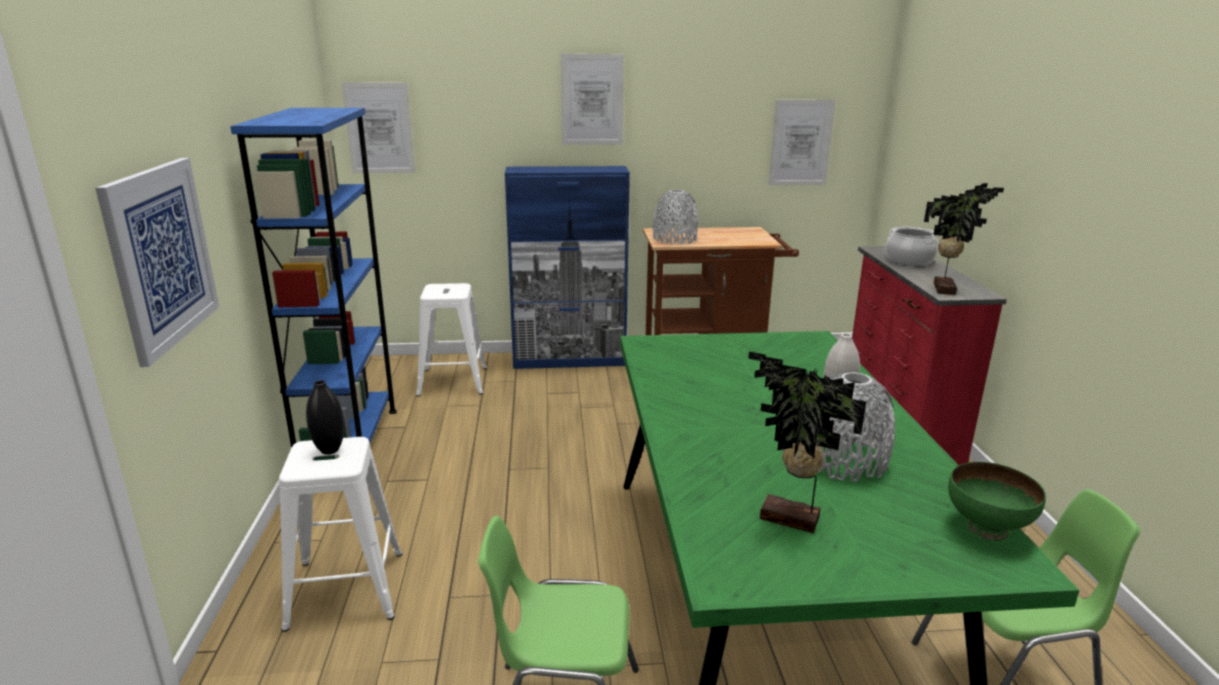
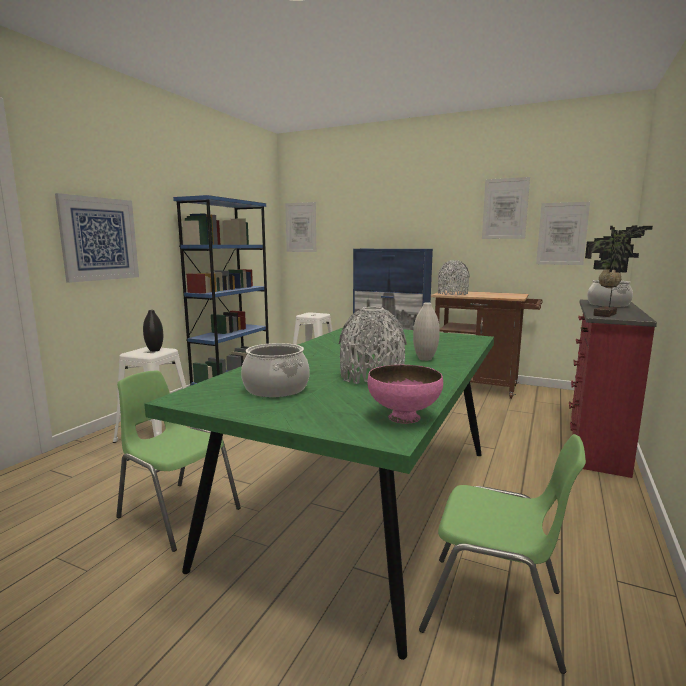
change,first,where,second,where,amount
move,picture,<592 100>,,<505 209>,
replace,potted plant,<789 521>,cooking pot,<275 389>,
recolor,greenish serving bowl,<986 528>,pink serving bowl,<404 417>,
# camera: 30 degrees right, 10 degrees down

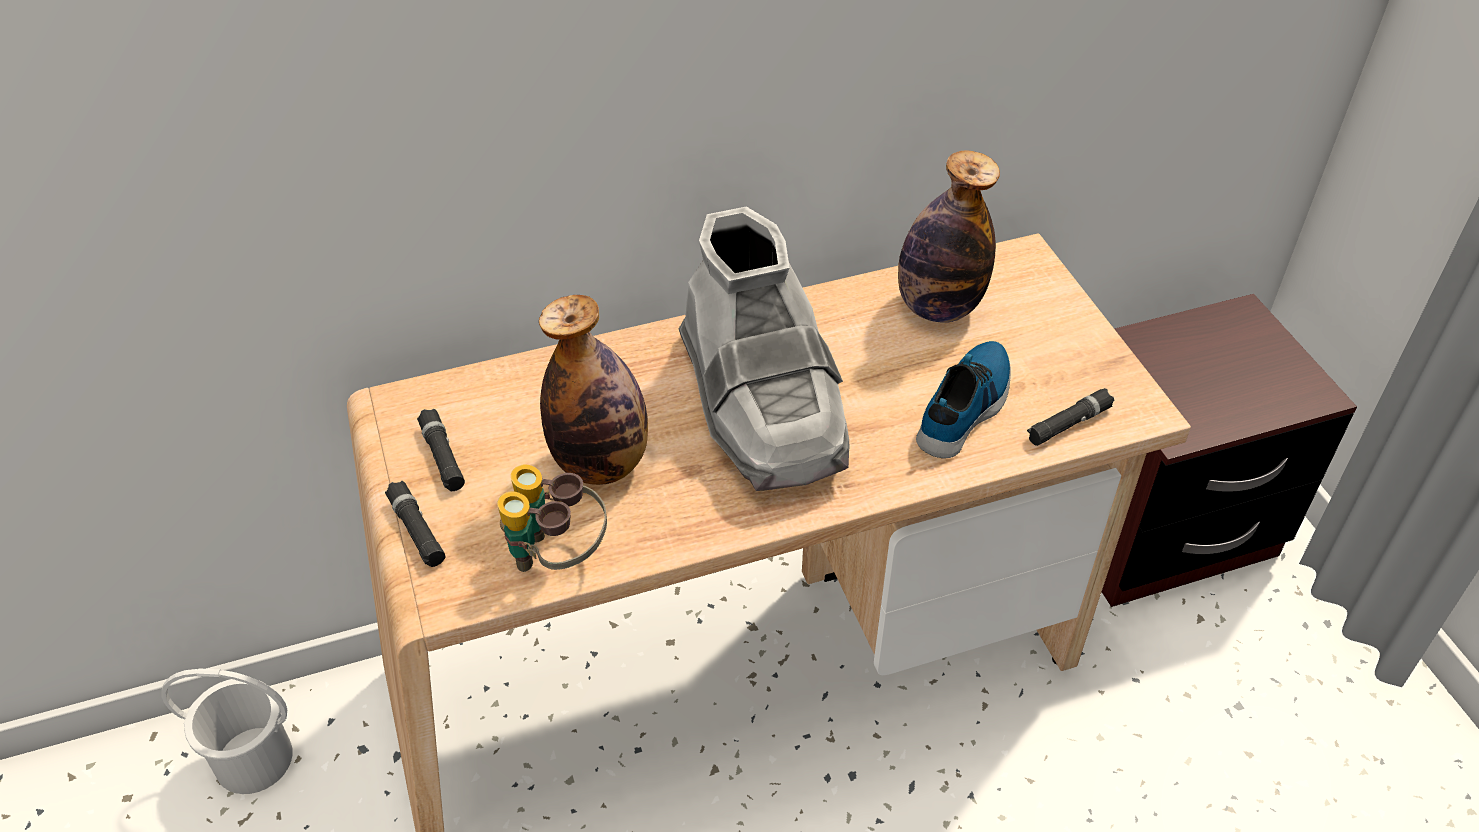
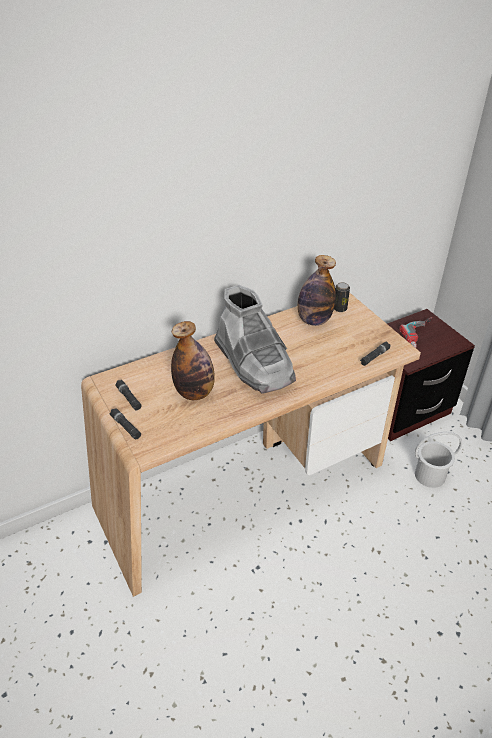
change,first,where,second,where,amount
delete,item of footwear,<966 406>,,,
delete,field glasses,<556 557>,,,
move,white-coloured bucket,<254 761>,,<430 476>,
insert,,,metal can,<340 308>,
insert,,,electric drill,<421 335>,
# camera: 10 degrees left, 5 degrees down

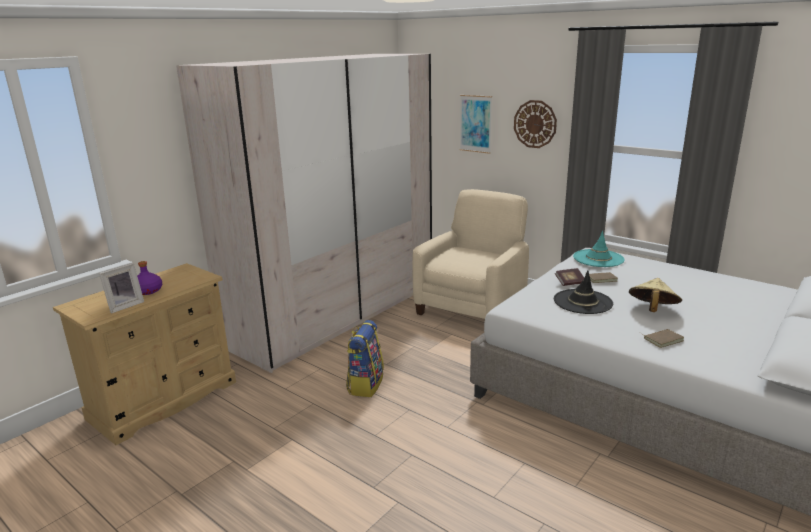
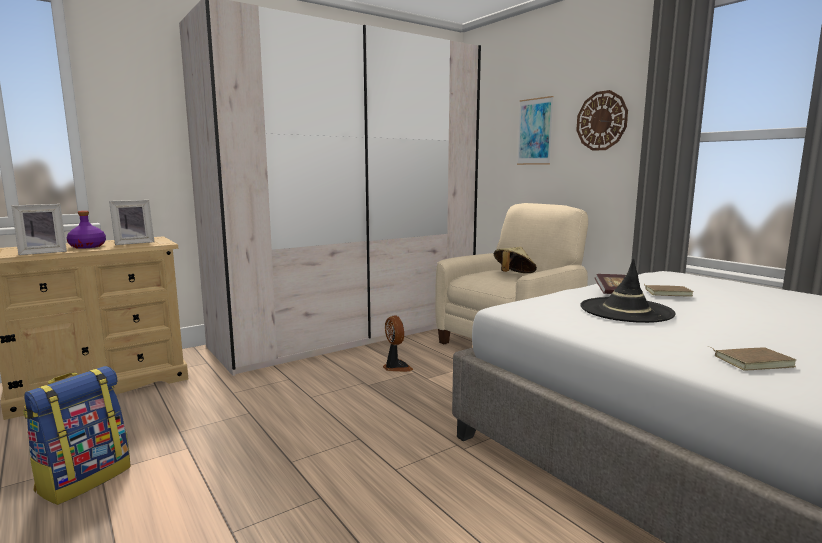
change,first,where,second,where,amount
delete,blue-green wearable hat,<598 258>,,,
move,beige wearable hat,<652 310>,,<513 275>,
move,rucksack,<365 384>,,<84 478>,
insert,,,photo frame,<134 243>,
insert,,,electric fan,<396 367>,
# camera: 15 degrees right, 10 degrees down

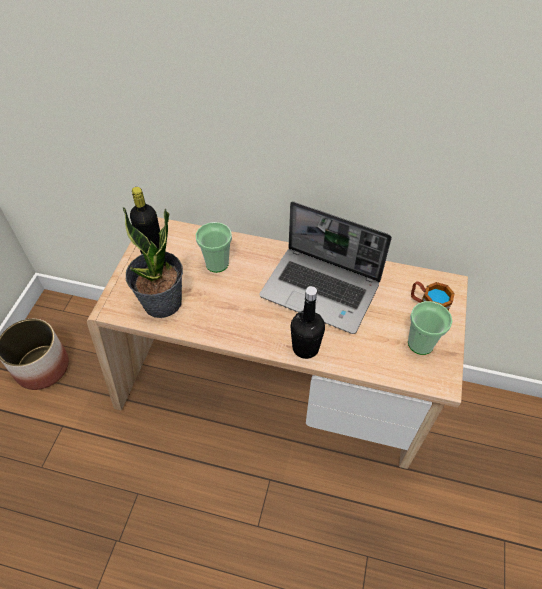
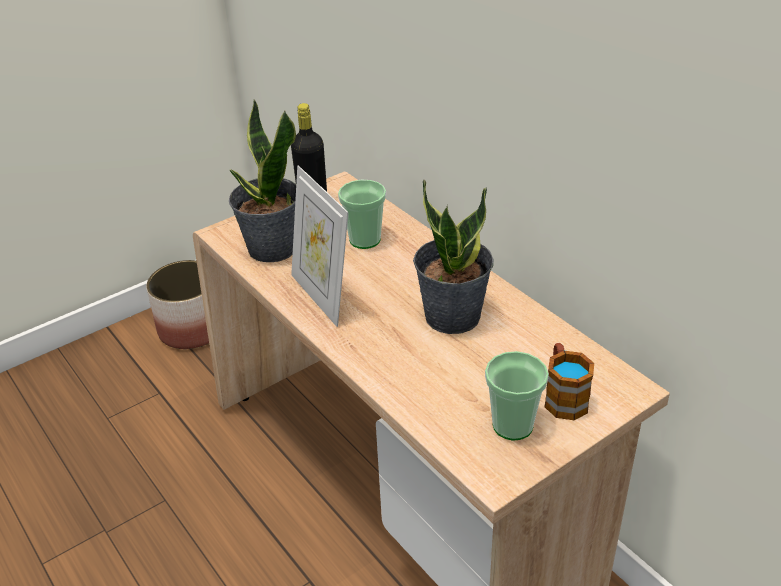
change,first,where,second,where,amount
replace,portable computer,<322 290>,potted plant,<452 315>,
delete,blackish bottle,<305 347>,,,
insert,,,photo frame,<322 296>,
# camera: 40 degrees right, 15 degrees down

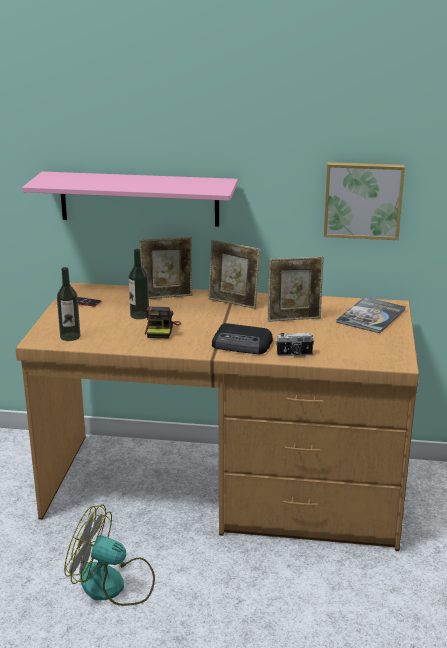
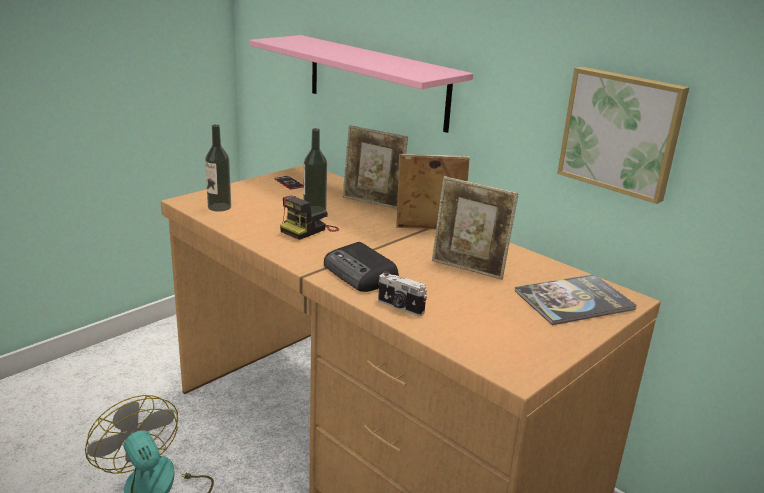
change,first,where,second,where,amount
rotate,photo frame,<233 303>,,<428 230>,120 degrees clockwise
# camera: 35 degrees right, 0 degrees up

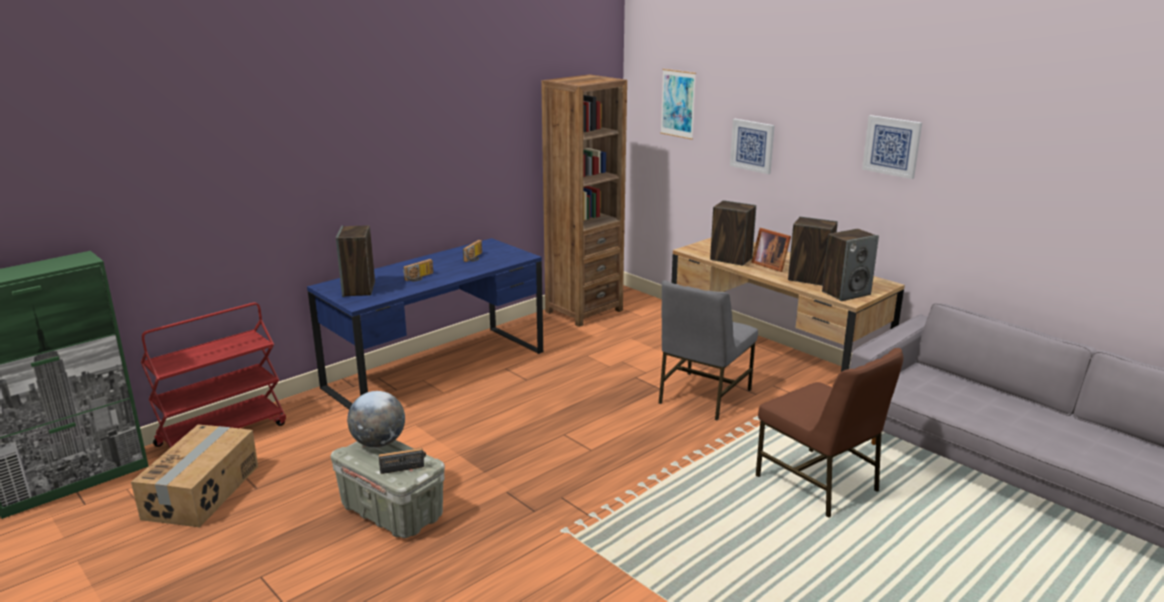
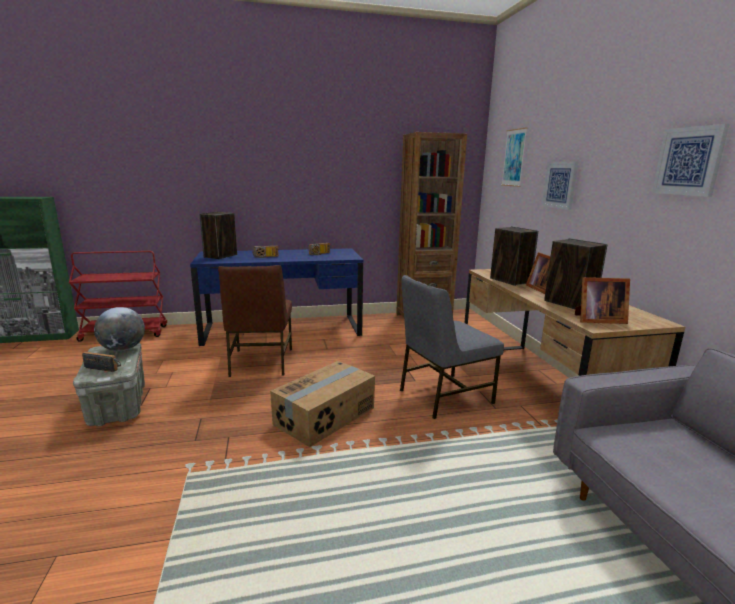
change,first,where,second,where,amount
replace,speaker,<846 293>,photo frame,<597 320>,
move,brown chair,<819 483>,,<260 362>,
move,carton,<203 492>,,<325 416>,
# camera: 30 degrees right, 5 degrees down

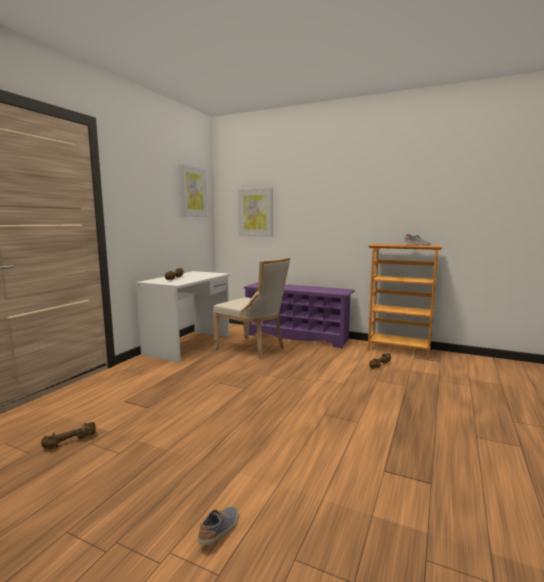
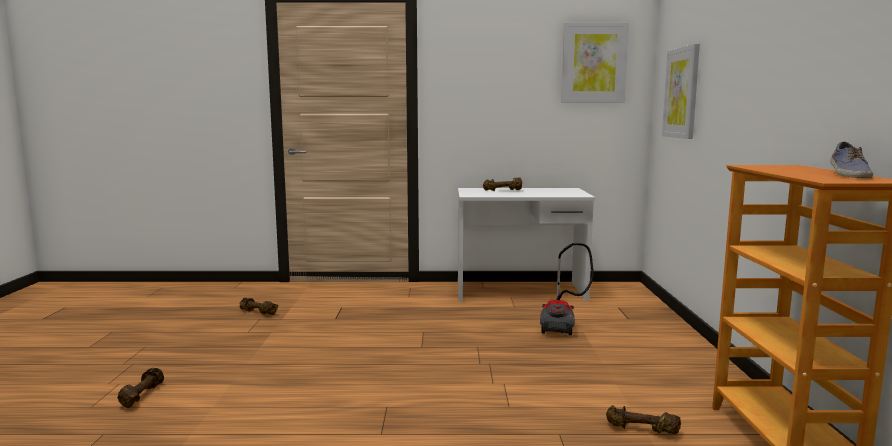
change,first,where,second,where,amount
replace,beige chair,<253 349>,hoover,<561 324>,
delete,purple shoe stand,<297 336>,,,
replace,item of footwear,<220 531>,brown dumbbell,<141 395>,
# camera: 65 degrees right, 0 degrees up

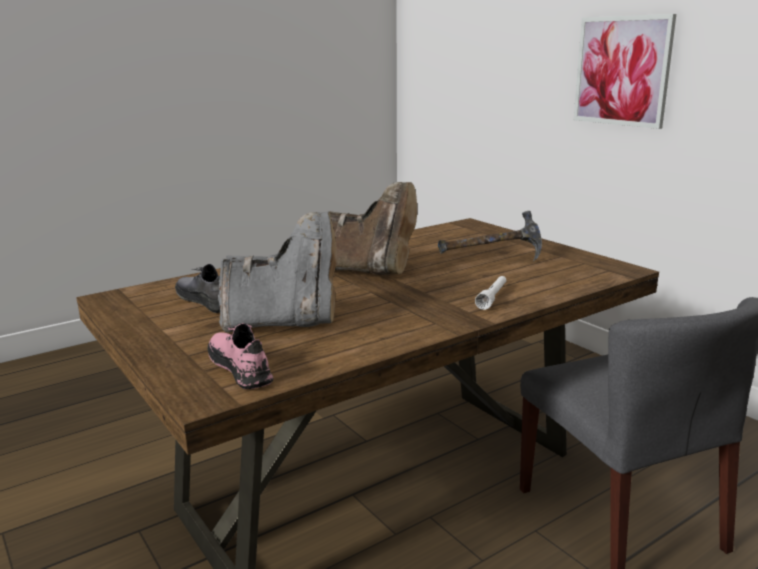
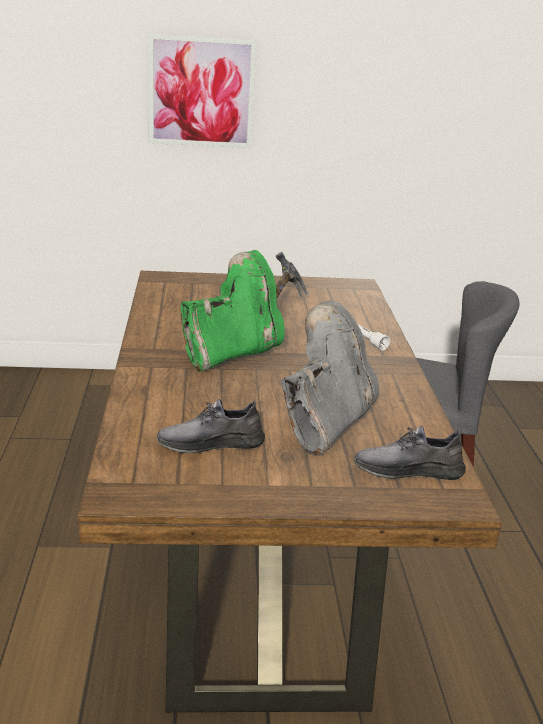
change,first,where,second,where,amount
recolor,brown high-top boot,<368 271>,greenish high-top boot,<232 354>,
recolor,pink item of footwear,<240 367>,grey item of footwear,<408 470>,
# camera: 60 degrees left, 5 degrees up

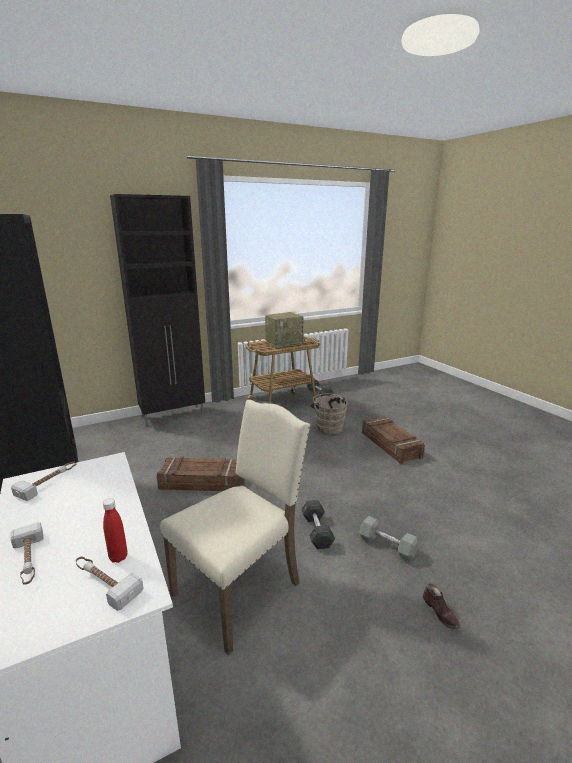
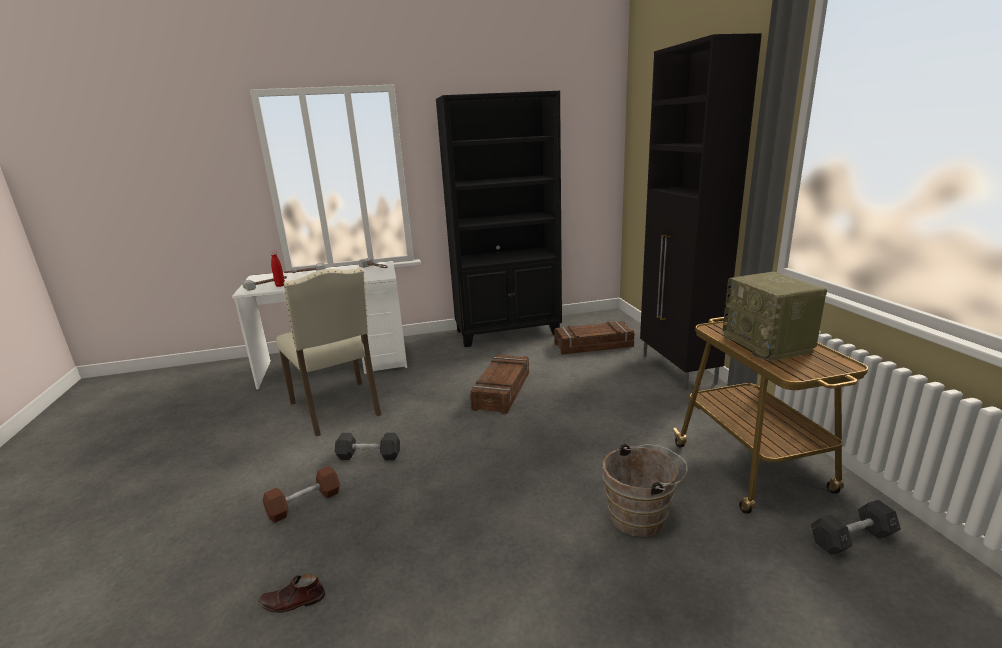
change,first,where,second,where,amount
move,packing crate,<391 445>,,<593 345>,
recolor,grey dumbbell,<387 546>,brown dumbbell,<304 503>,
move,brown item of footwear,<441 612>,,<293 602>,
# camera: 105 degrees right, 0 degrees up

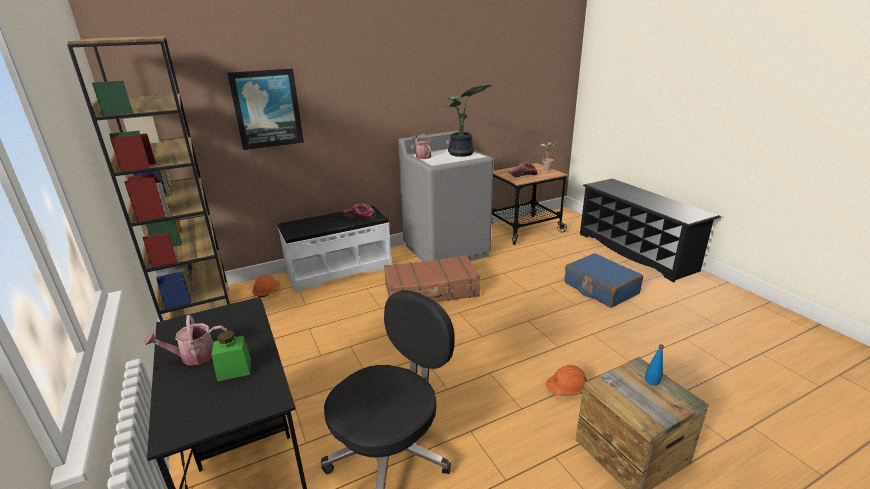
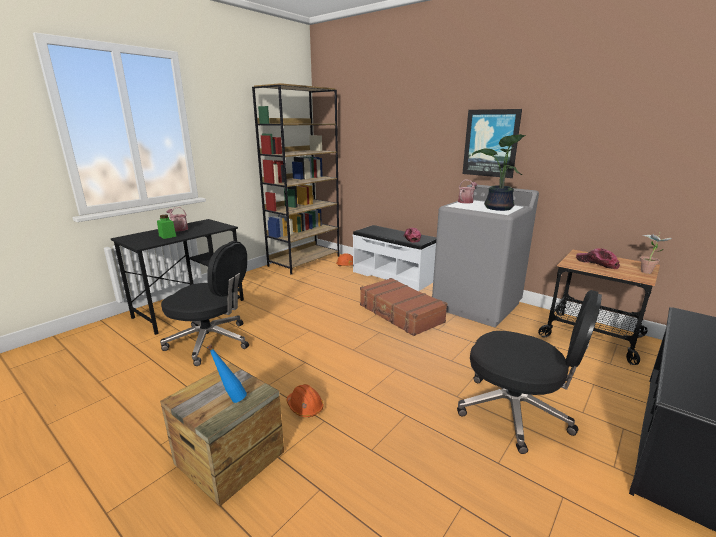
change,first,where,second,where,amount
move,picture,<267 109>,,<491 143>,
replace,blue travel case,<600 288>,blackish computer chair,<515 412>,
# camera: 65 degrees right, 5 degrees down

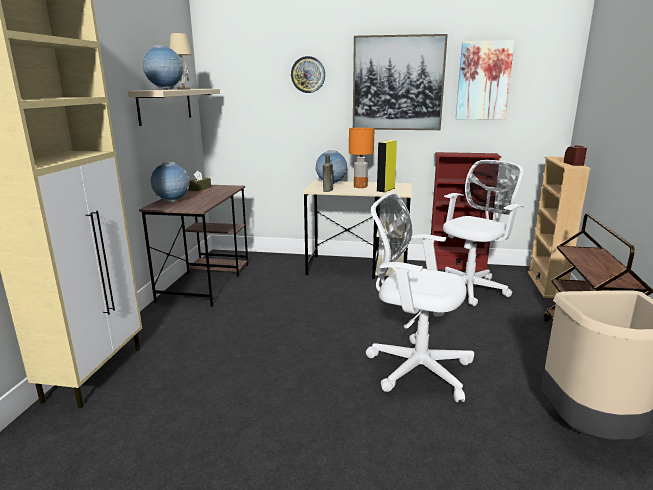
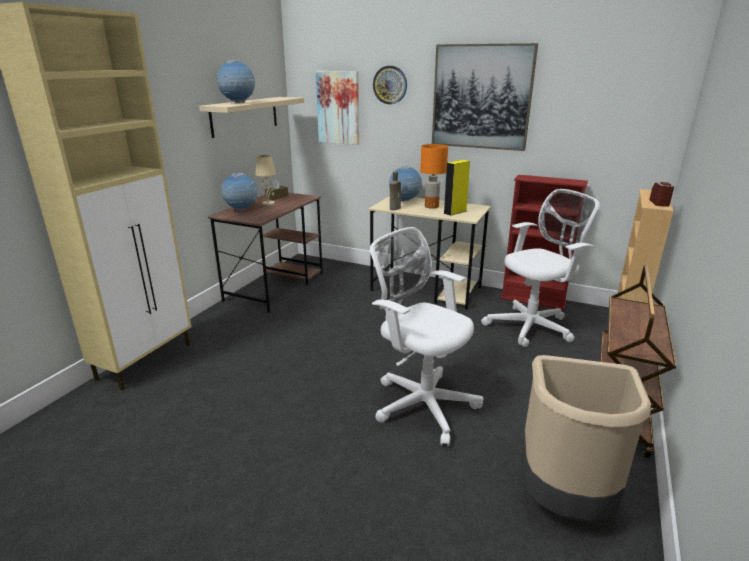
change,first,where,second,where,amount
move,beige table lamp,<184 89>,,<268 204>,
move,picture,<483 81>,,<338 108>,
# camera: 15 degrees right, 5 degrees up

